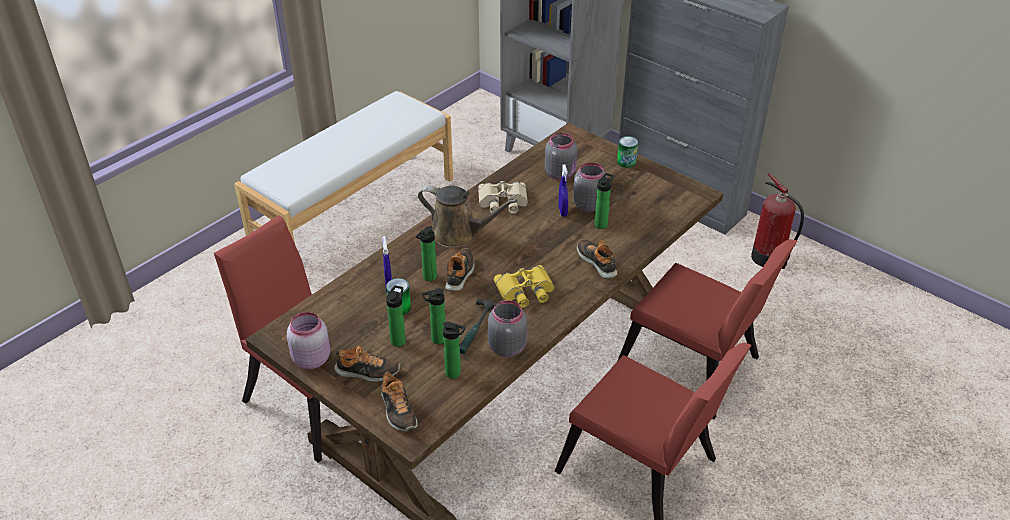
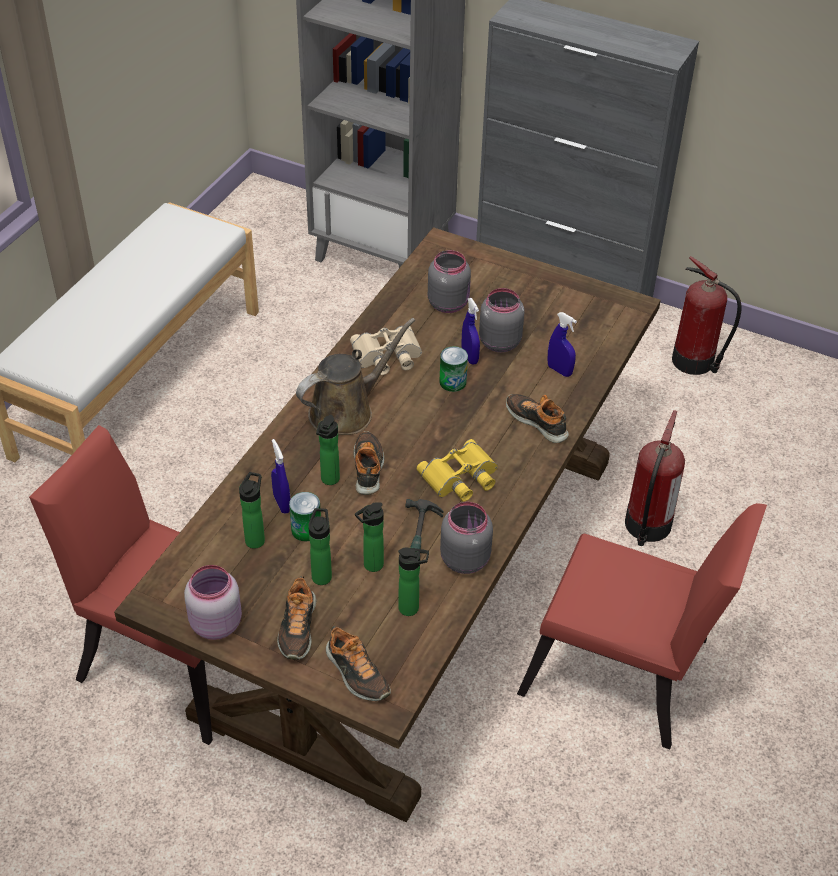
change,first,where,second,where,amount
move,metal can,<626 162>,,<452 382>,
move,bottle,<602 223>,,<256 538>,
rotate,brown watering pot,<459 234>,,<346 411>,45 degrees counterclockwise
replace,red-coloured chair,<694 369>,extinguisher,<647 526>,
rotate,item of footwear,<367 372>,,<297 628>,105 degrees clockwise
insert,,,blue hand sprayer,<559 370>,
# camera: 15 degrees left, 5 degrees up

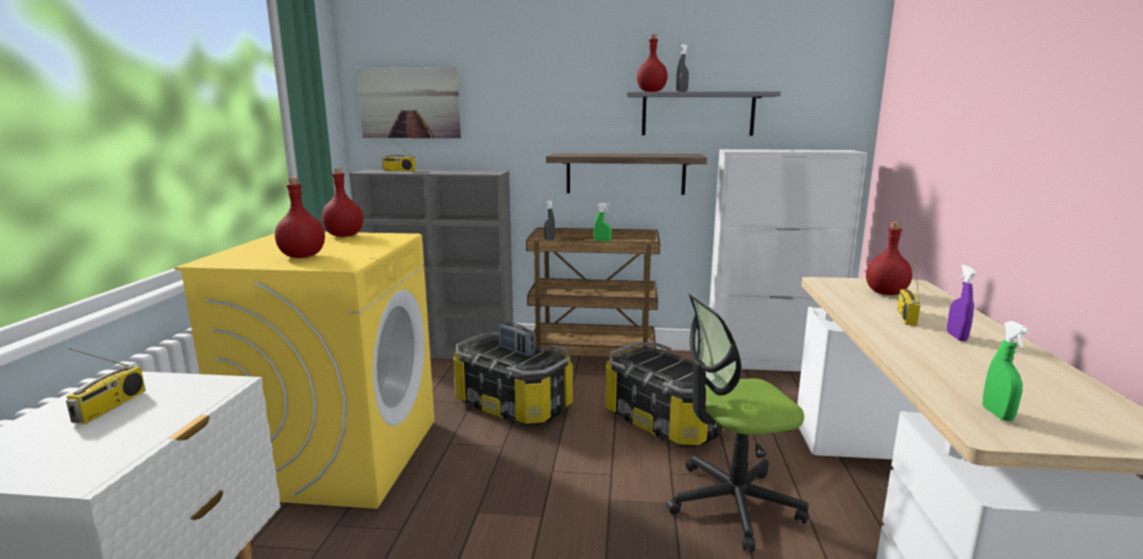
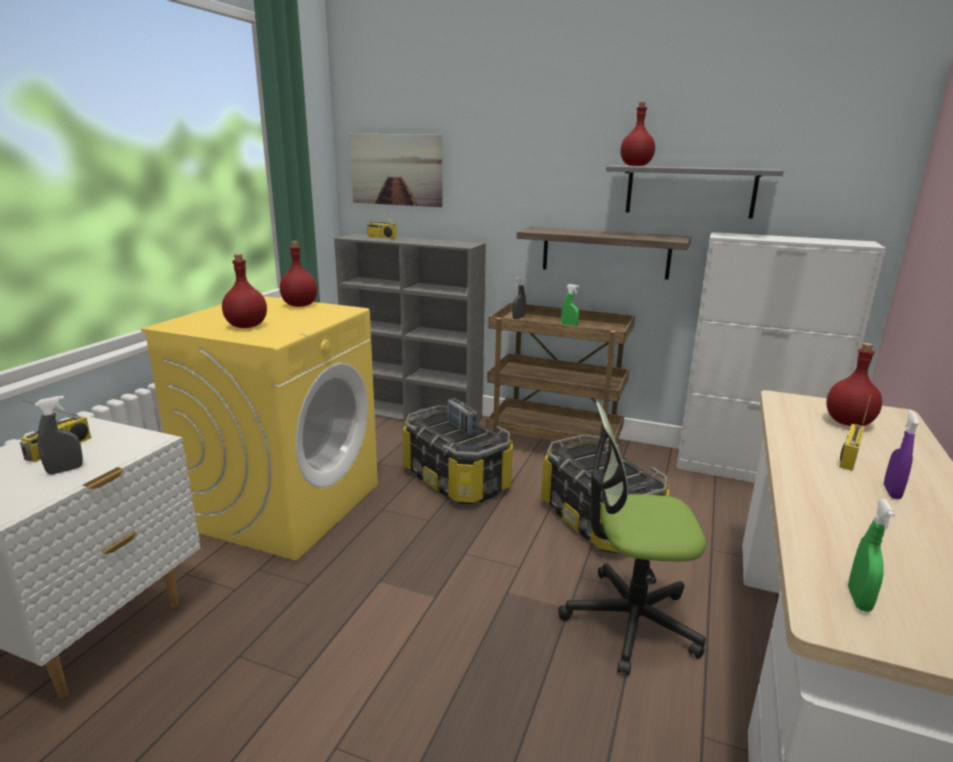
change,first,where,second,where,amount
move,grey hand sprayer,<681 91>,,<65 470>,
# camera: 15 degrees right, 5 degrees up

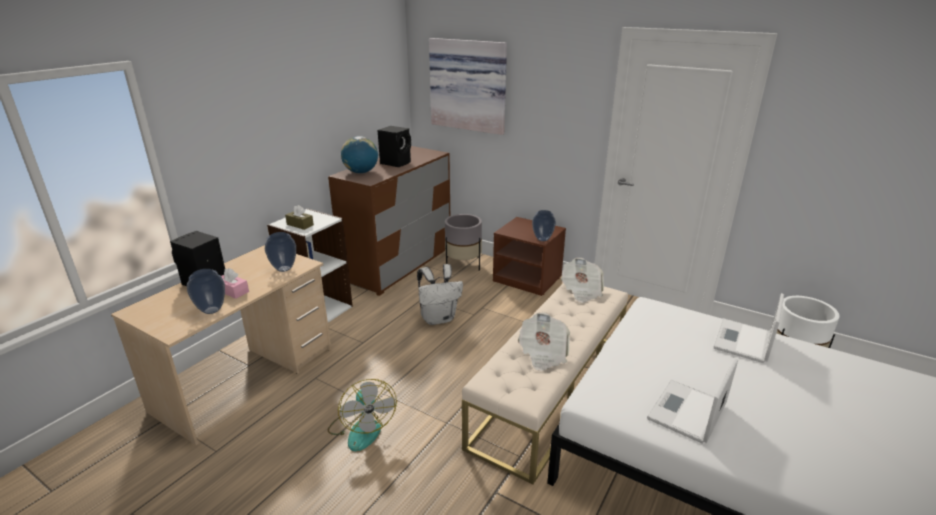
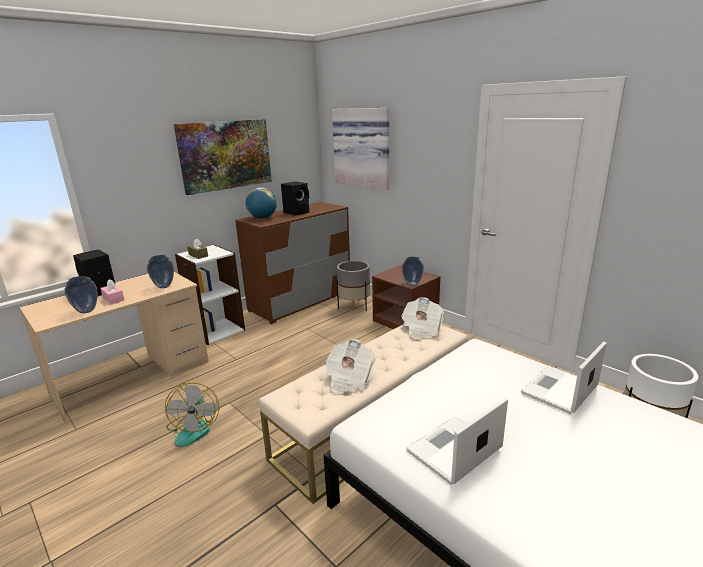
change,first,where,second,where,amount
delete,white-coloured rucksack,<439 318>,,,
insert,,,picture,<226 155>,
# camera: 15 degrees right, 5 degrees down

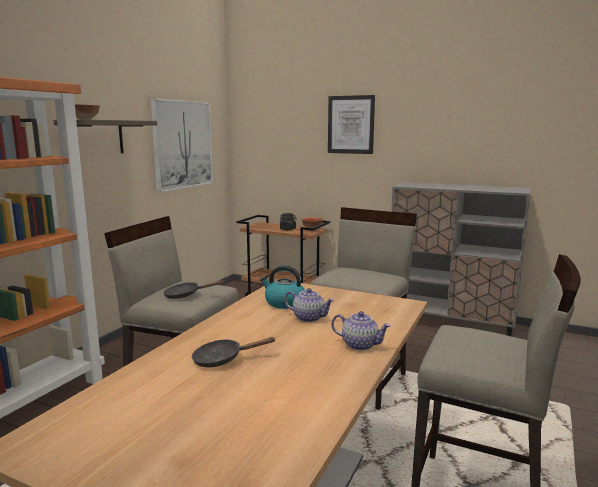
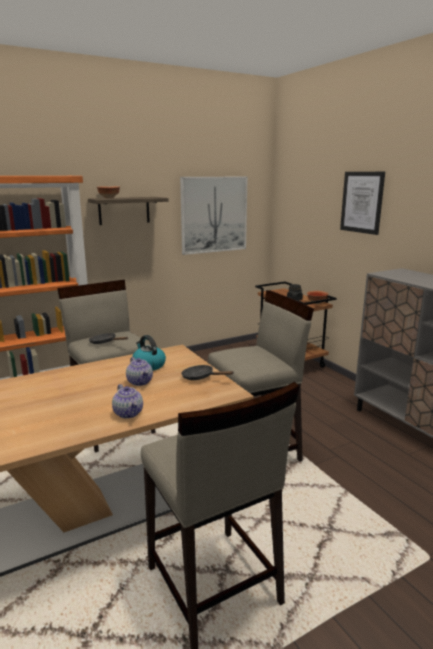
change,first,where,second,where,amount
move,blackish skillet,<222 359>,,<201 377>,
# camera: 35 degrees right, 5 degrees up

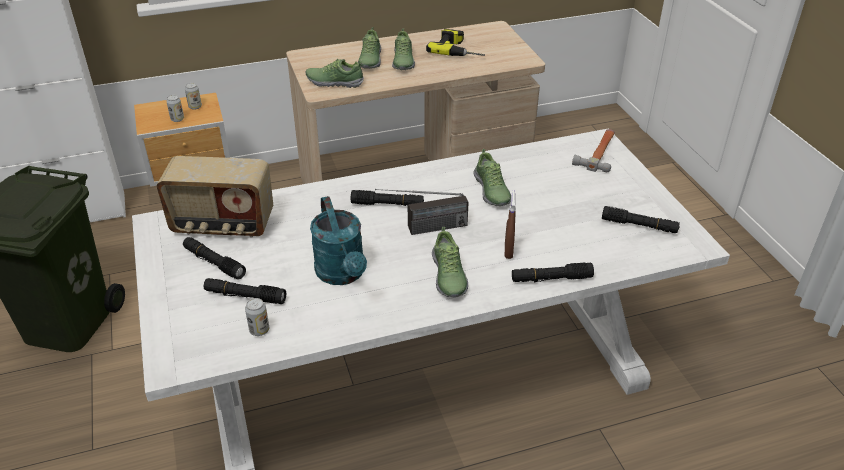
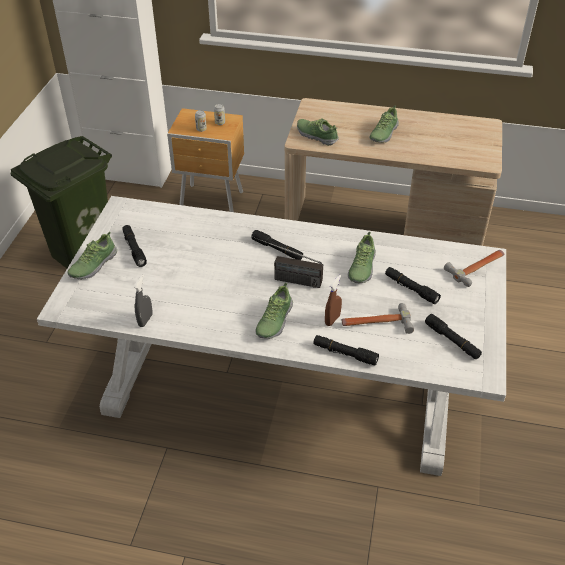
change,first,where,second,where,amount
move,item of footwear,<369 60>,,<93 265>,
delete,electric drill,<459 49>,,,
delete,radio set,<223 225>,,,
delete,blue-green watering pot,<343 274>,,,
move,blackish torch,<245 296>,,<411 289>,
delete,metal can,<259 330>,,,
insert,,,grey hand sprayer,<145 320>,
insert,,,tool hammer,<375 323>,
# camera: 30 degrees right, 5 degrees up

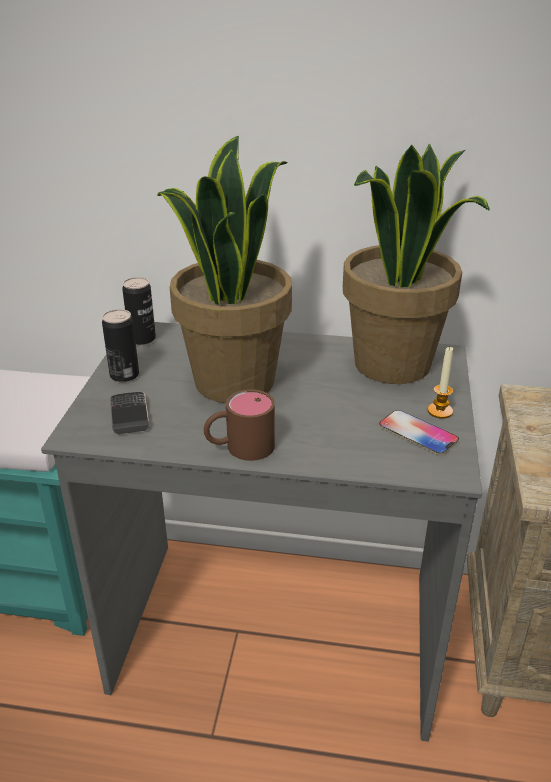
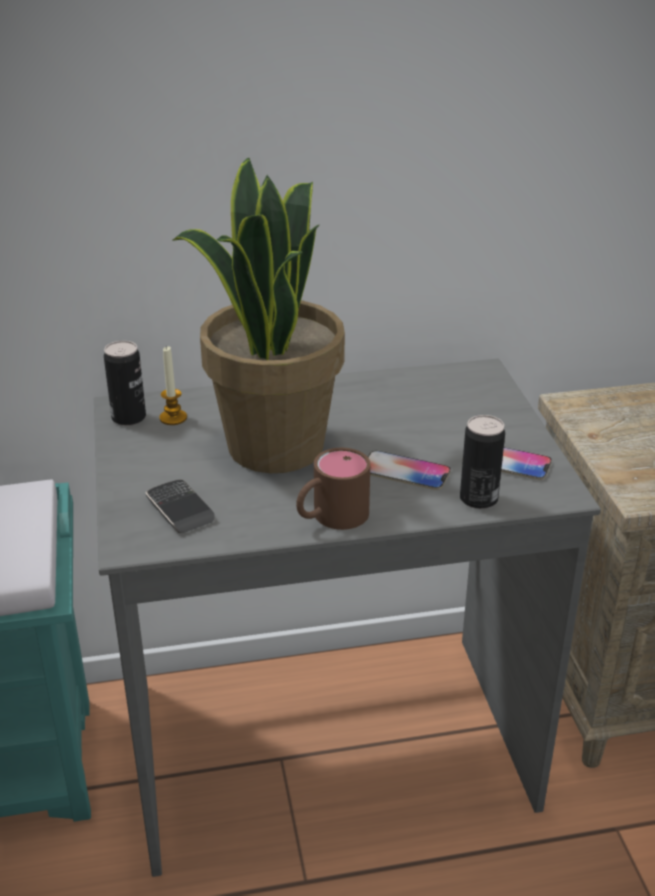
change,first,where,second,where,amount
delete,potted plant,<393 365>,,,
move,metal can,<124 375>,,<478 499>,
move,wax candle,<440 411>,,<173 418>,
insert,,,handset,<405 472>,
# camera: 20 degrees left, 0 degrees up

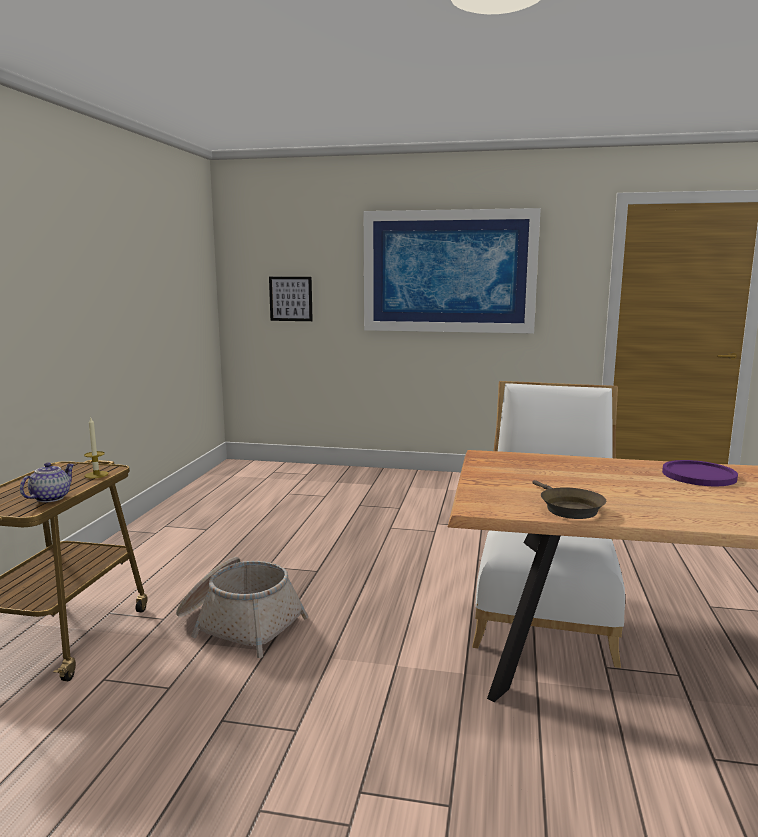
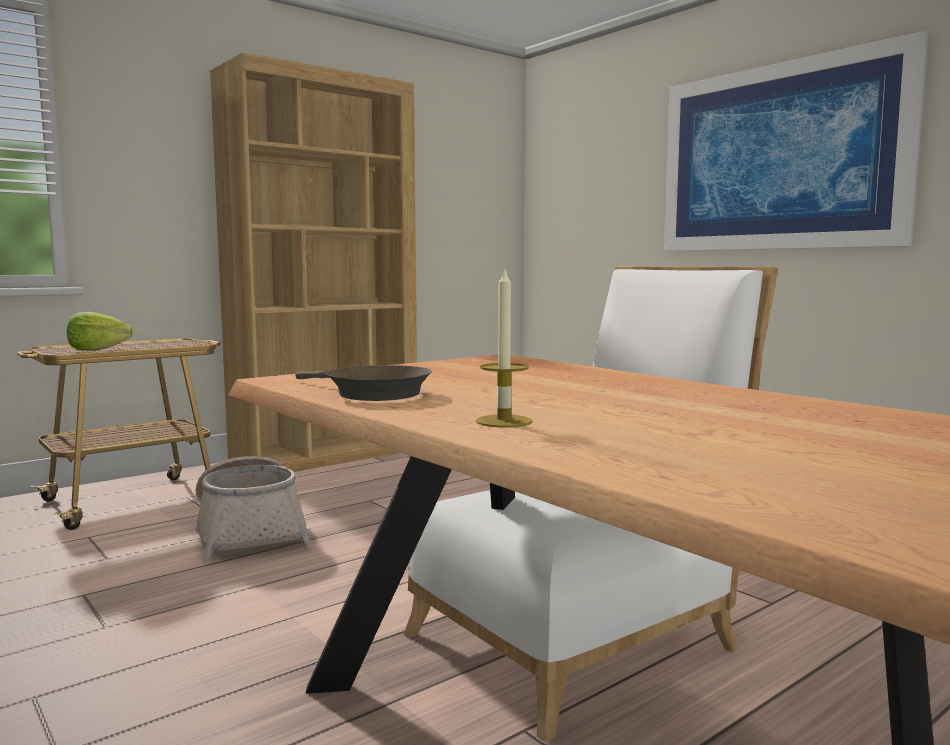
change,first,where,second,where,amount
delete,picture,<291 298>,,,
move,wax candle,<96 475>,,<504 421>,
delete,purple dinner plate,<698 475>,,,
replace,teapot,<50 498>,lettuce,<97 349>,
rotate,brown skillet,<568 508>,,<371 393>,75 degrees counterclockwise
insert,,,brown shelving unit,<326 456>,
# camera: 40 degrees right, 5 degrees down

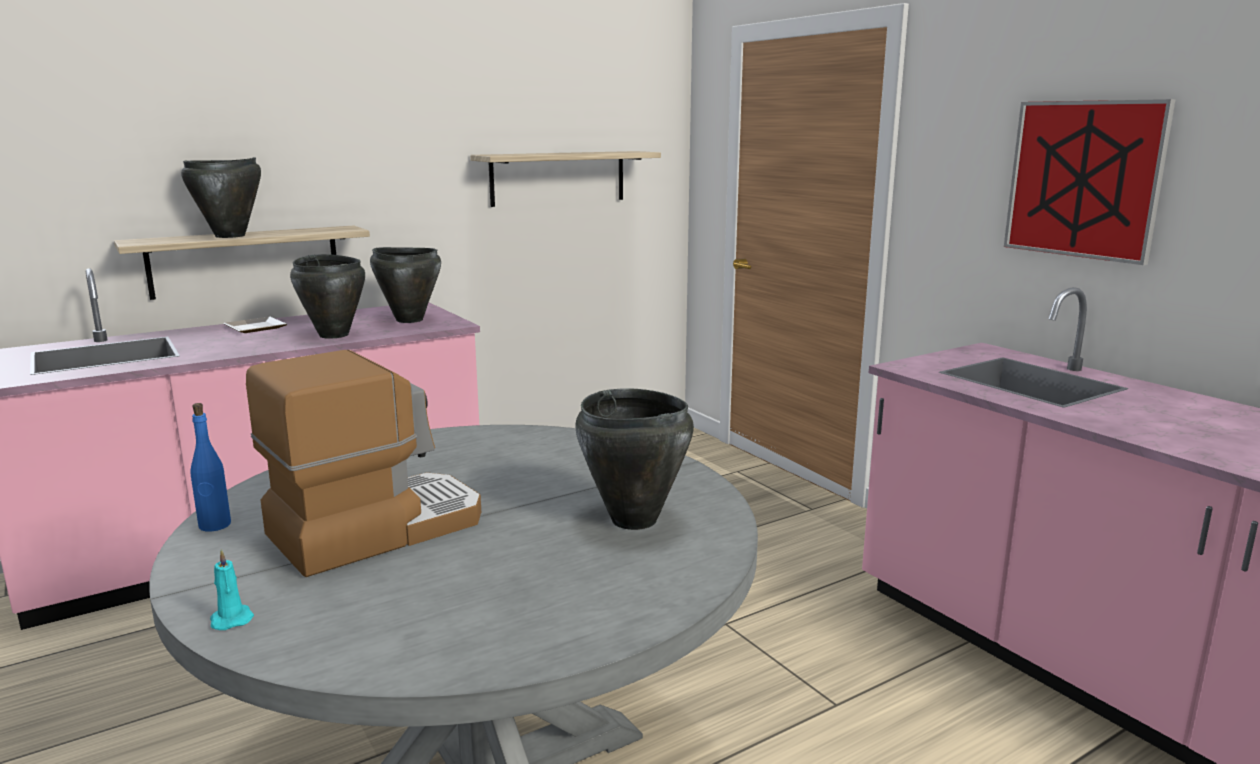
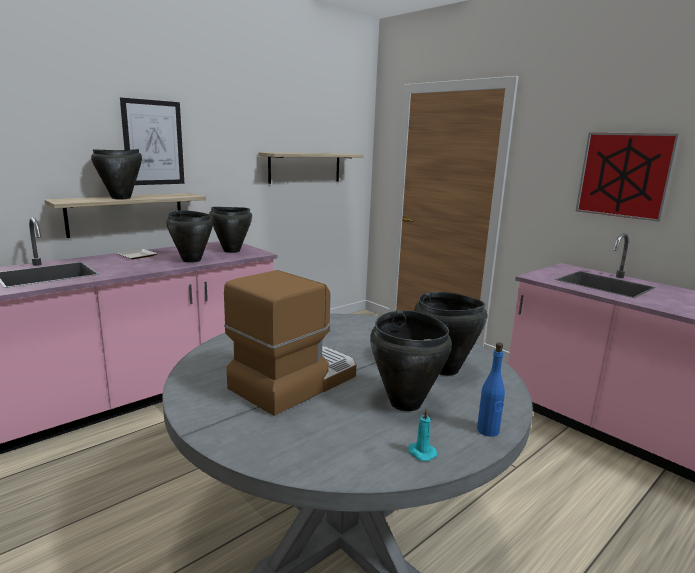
change,first,where,second,where,amount
move,blue bottle,<215 525>,,<488 430>,
move,blue-green wax candle,<231 619>,,<421 453>,
insert,,,picture,<153 143>,
insert,,,blackish cooking pot,<406 403>,
# camera: 10 degrees left, 0 degrees up

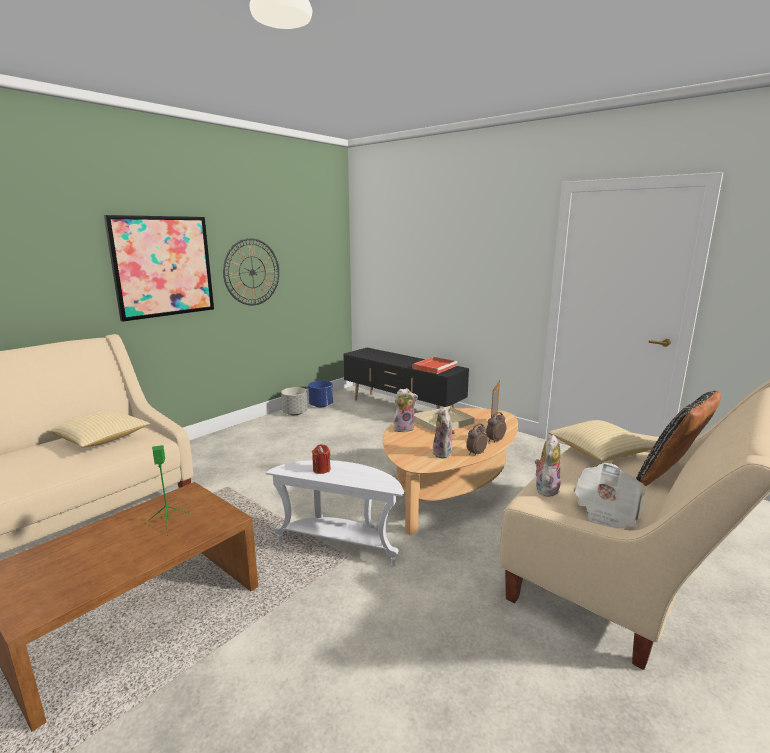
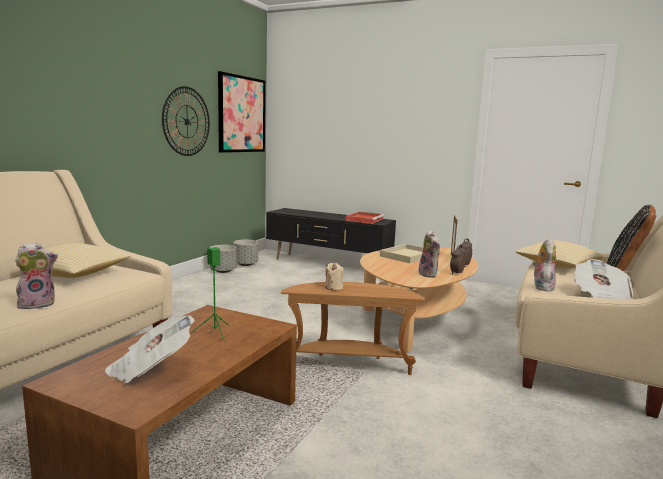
change,first,where,second,where,amount
move,picture,<163 266>,,<241 114>,
recolor,blue planter,<321 405>,grey planter,<245 264>,
move,cuddly toy,<403 428>,,<38 304>,
recolor,red-coloured wax candle,<321 469>,beige wax candle,<333 287>,
recolor,white-coloured side table,<340 544>,brown side table,<349 364>,
insert,,,daily paper,<151 368>,
# camera: 15 degrees left, 5 degrees down

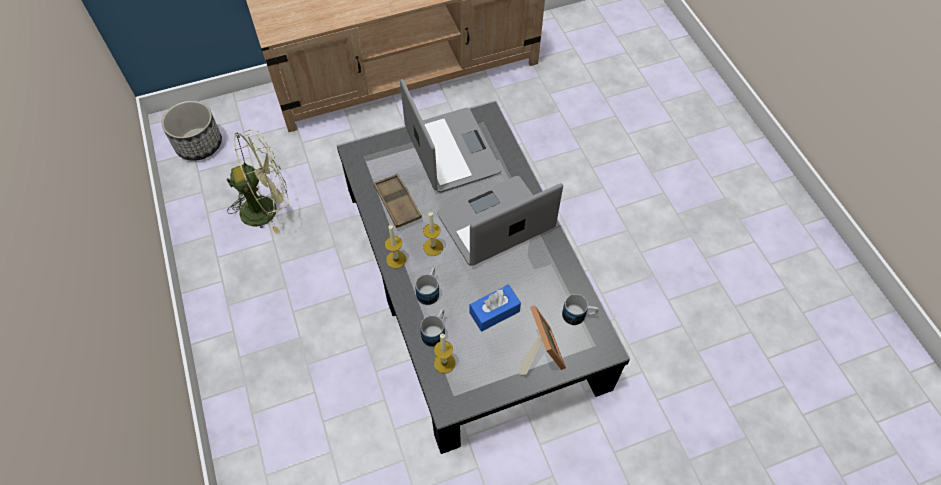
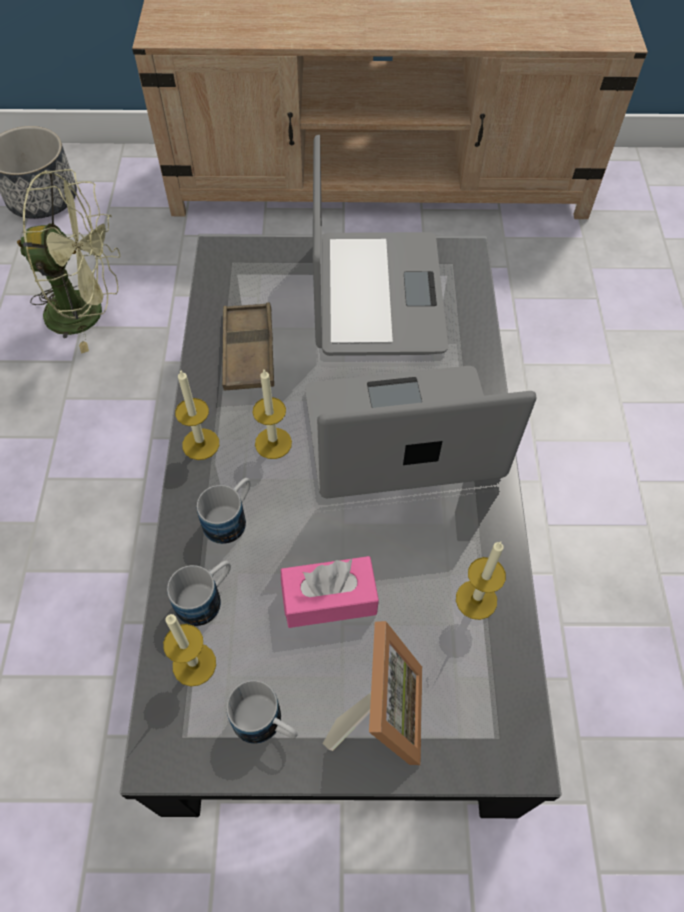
change,first,where,second,where,amount
recolor,blue tissue holder,<494 312>,pink tissue holder,<329 599>,
move,tea mug,<579 315>,,<266 724>,
insert,,,wax candle,<476 599>,
# camera: 20 degrees right, 0 degrees up

